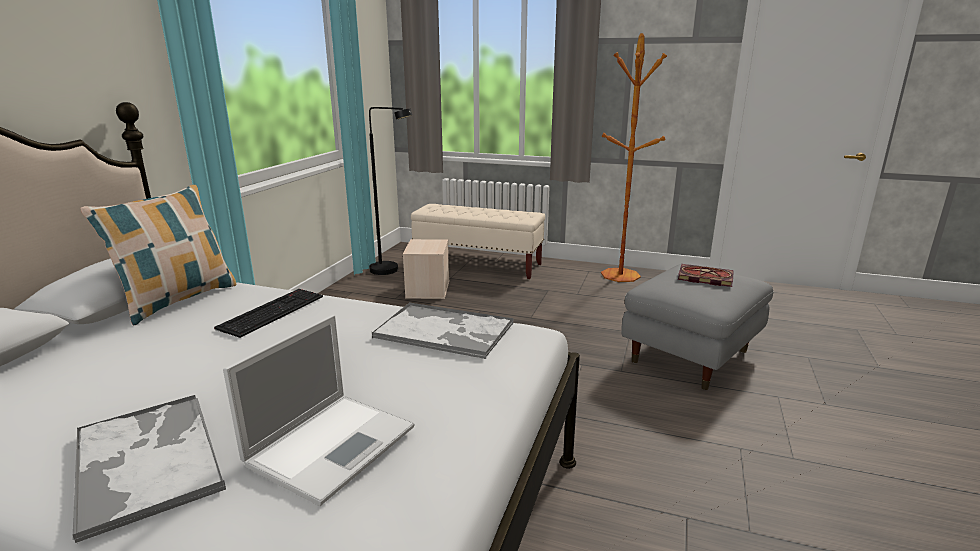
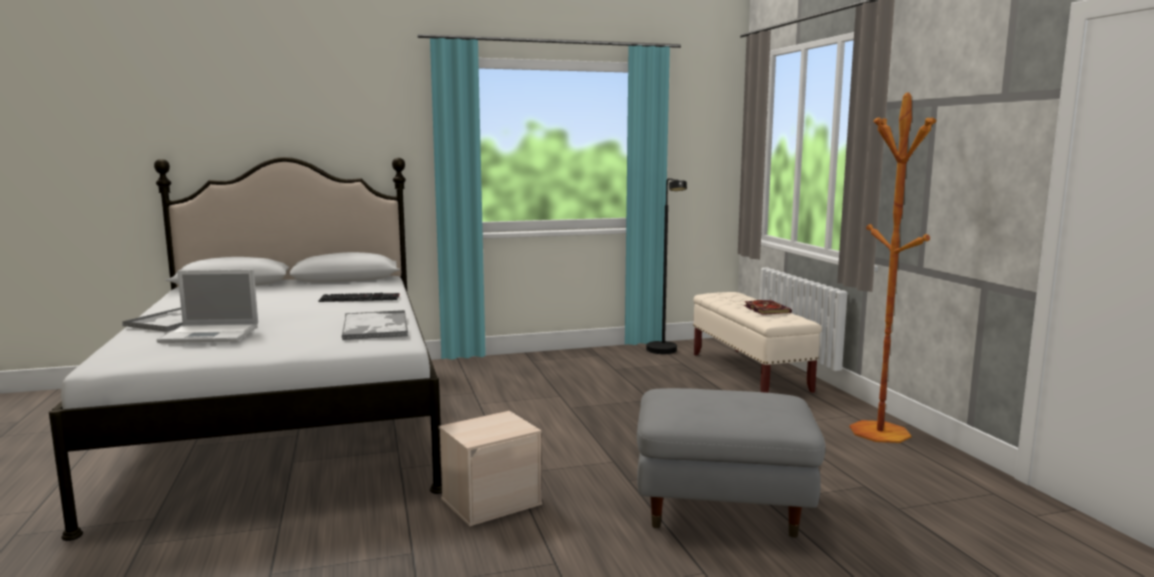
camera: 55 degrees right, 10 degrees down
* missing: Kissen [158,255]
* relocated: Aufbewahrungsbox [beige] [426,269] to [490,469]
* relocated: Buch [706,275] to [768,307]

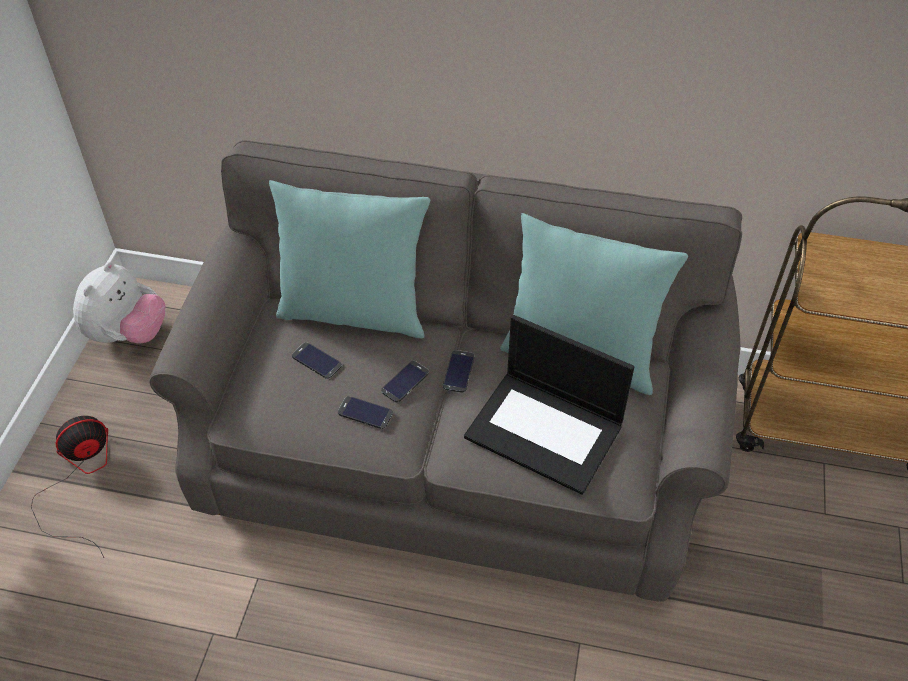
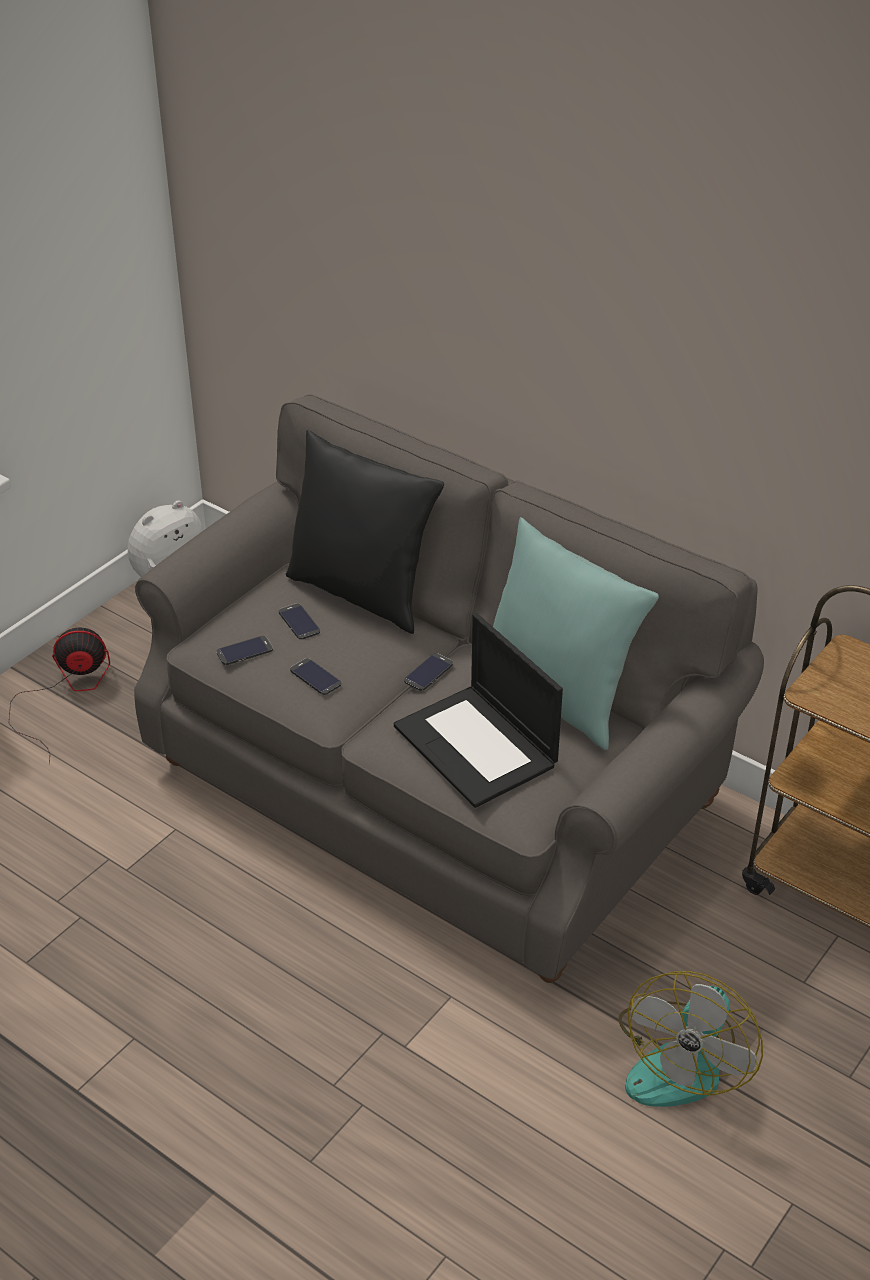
camera: 25 degrees right, 10 degrees down
* appeared: Ventilator [690,1039]
* relocated: Handy [405,381] to [244,650]
* colour: Kissen [türkis] [349,259] to Kissen [schwarz] [365,532]

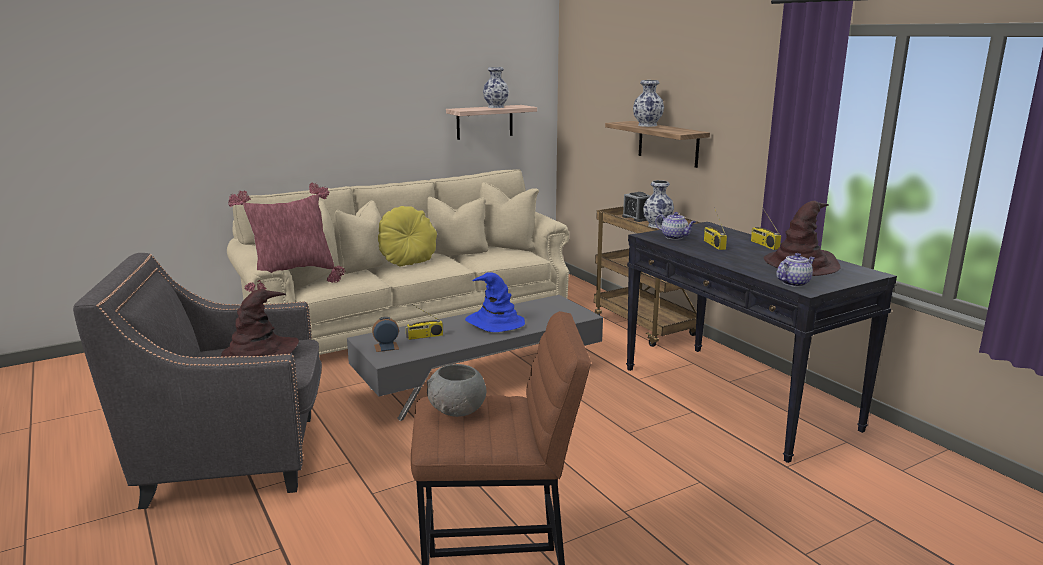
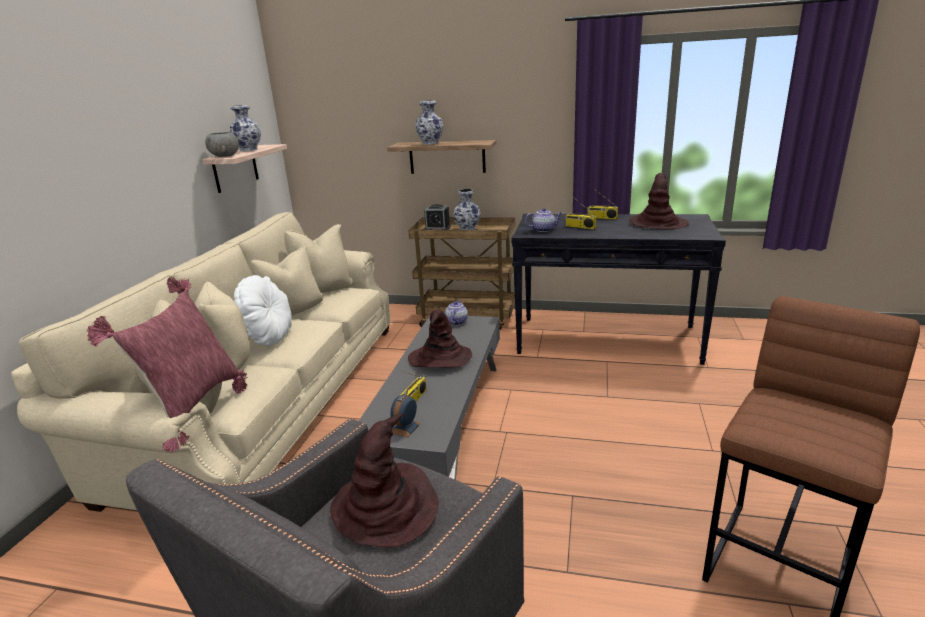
camera: 45 degrees left, 5 degrees up
* relocated: Schüssel [grau] [456,390] to [222,144]
* relocated: Teekanne [795,270] to [456,312]
* colour: Kissen [gelb] [407,236] to Kissen [weiß] [263,310]
* colour: Hut [blau] [495,302] to Hut [braun] [440,338]

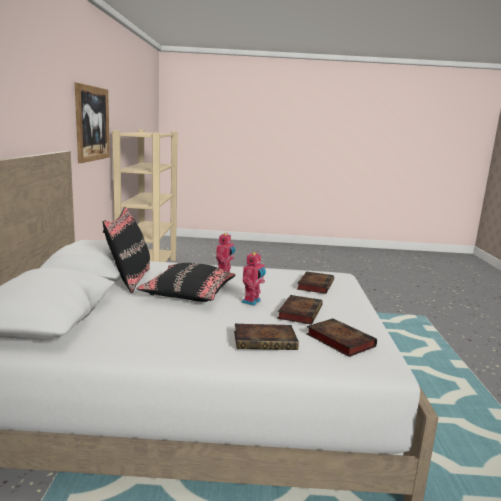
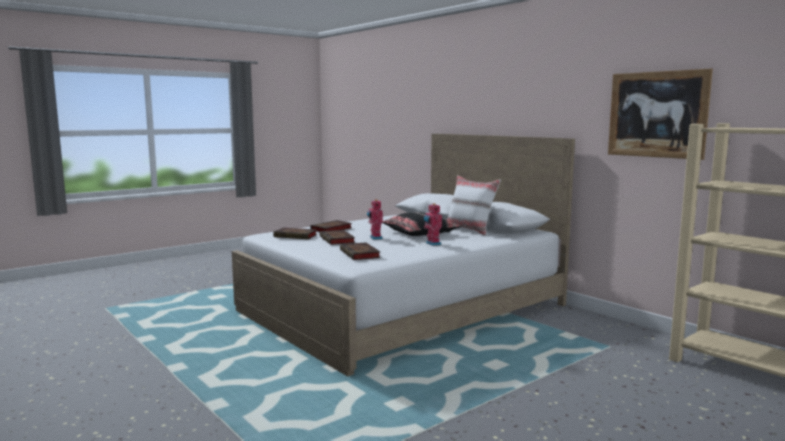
camera: 140 degrees right, 5 degrees down
* colour: Kissen [schwarz] [126,250] to Kissen [weiß] [474,205]

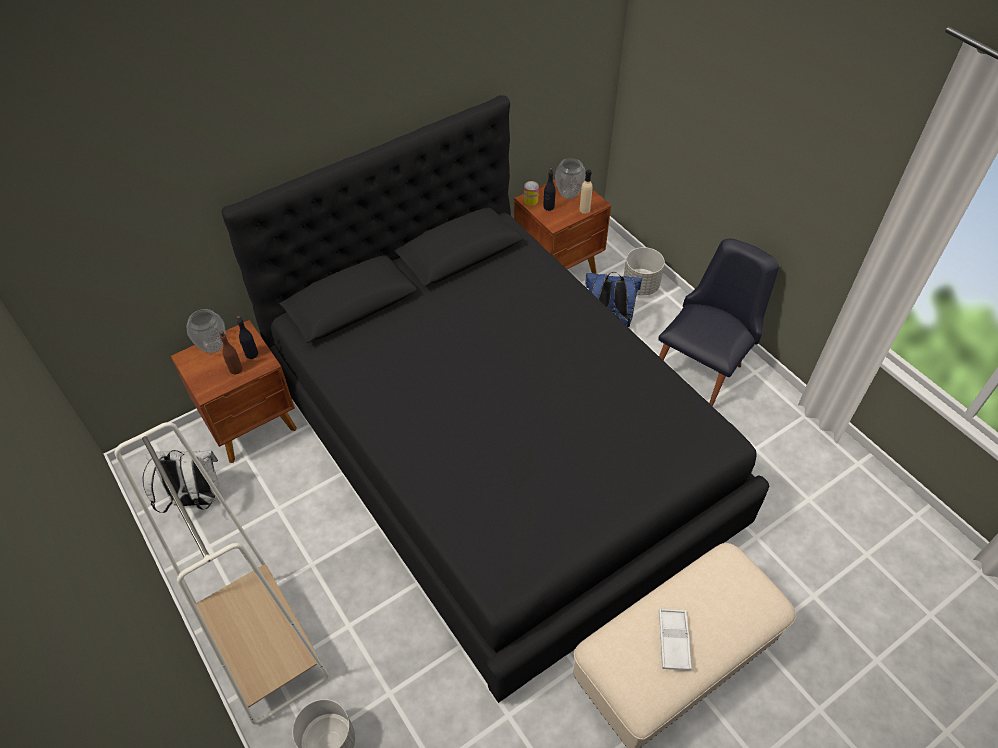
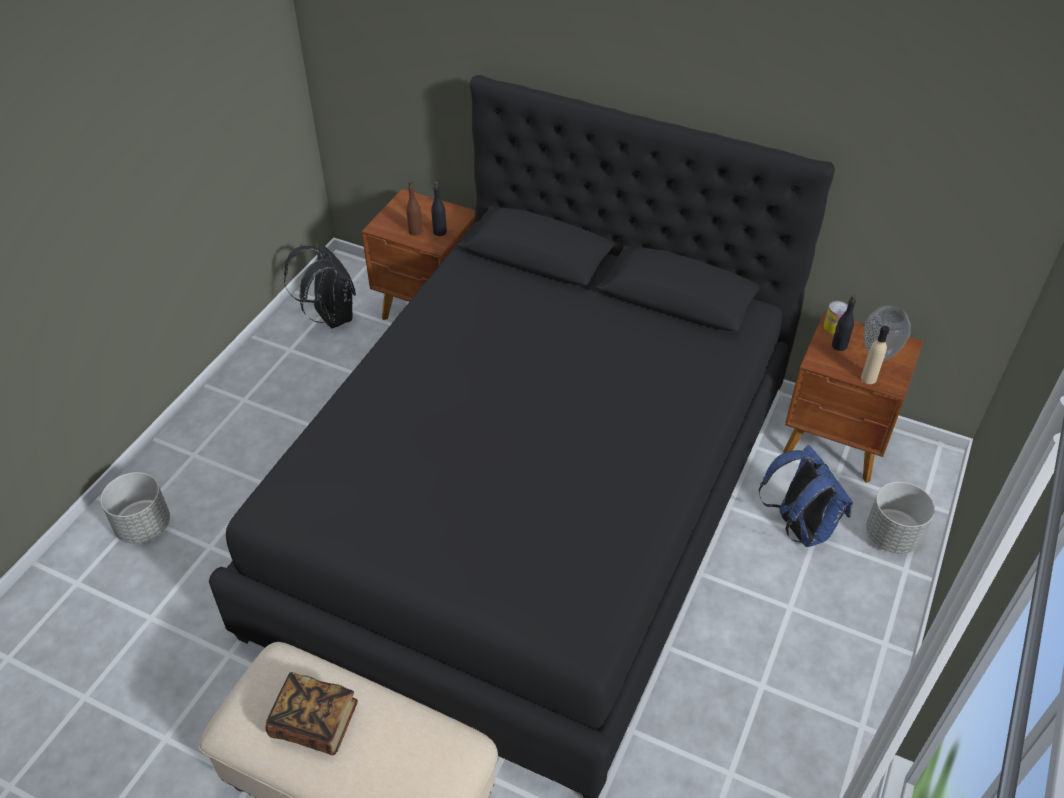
camera: 60 degrees right, 5 degrees down
* missing: Kleiderständer [221,573]
* missing: Vase [206,331]
* missing: Stuhl [schwarz] [718,322]
* exchanged: Tablett [weiß] [675,639] to Buch [312,714]
* colour: Rucksack [weiß] [181,481] to Rucksack [schwarz] [320,286]

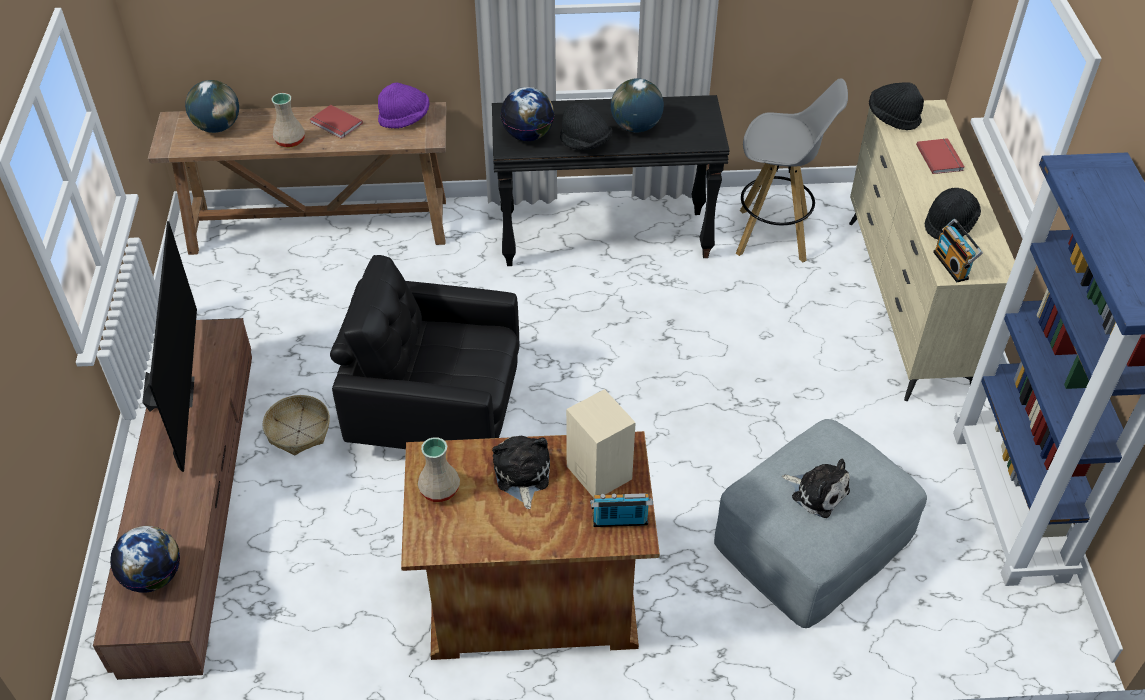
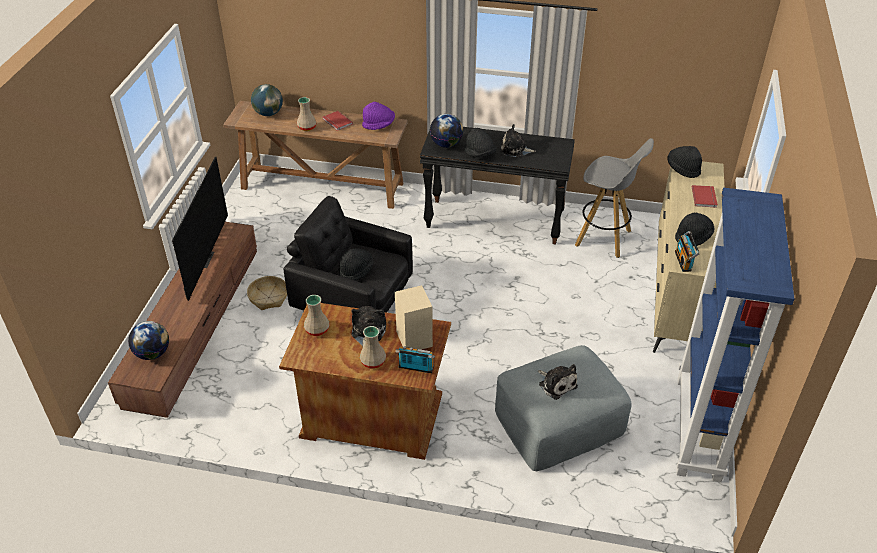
camera: 15 degrees right, 5 degrees down
* appeared: Hut [schwarz] [356,265]
* appeared: Vase [beige] [373,347]
* exchanged: Globus [637,105] to Plüschtier [518,140]

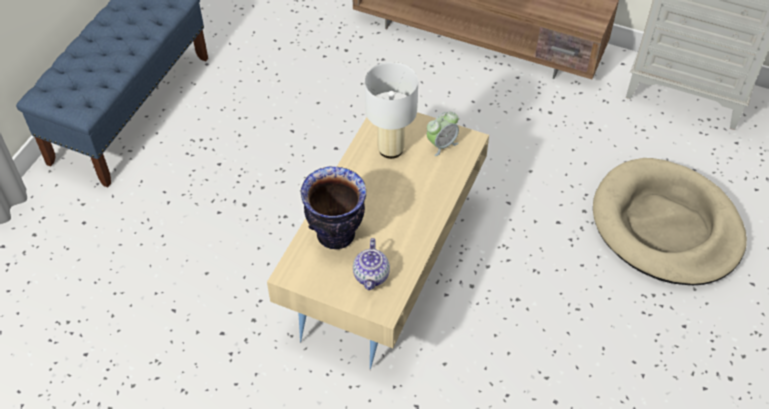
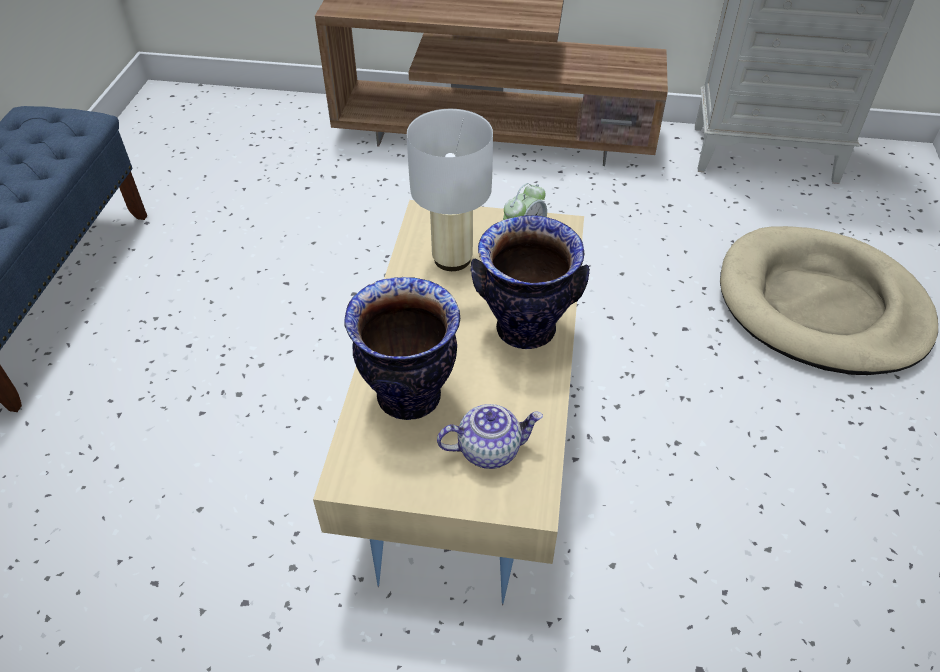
camera: 15 degrees left, 5 degrees down
* appeared: Vase [530,282]
* spun: Teekanne [371,264] = [490,436] 90 degrees counterclockwise

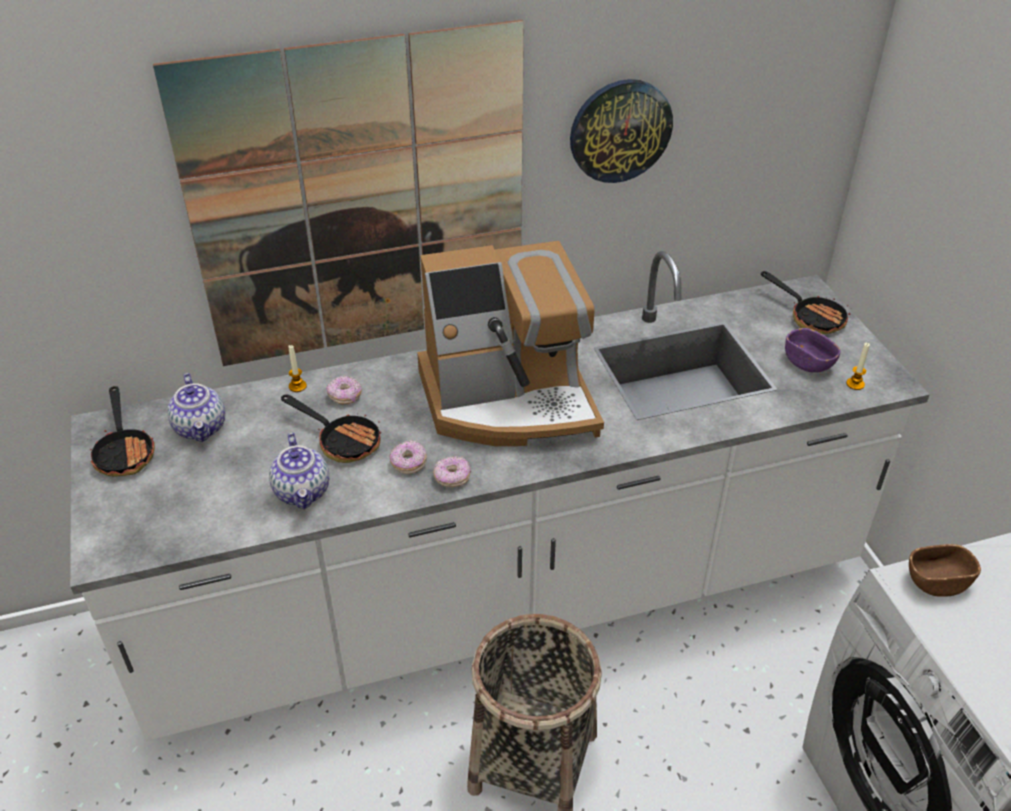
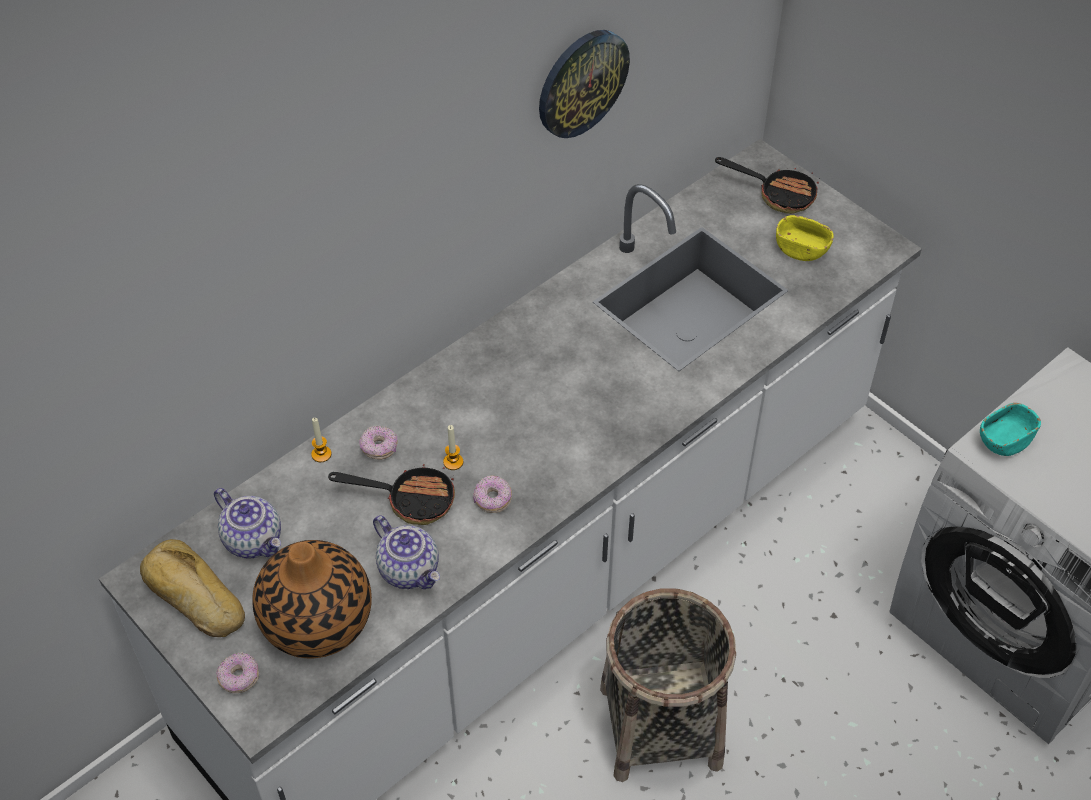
camera: 25 degrees left, 10 degrees up
* missing: Bild [338,193]
* missing: Kaffeemaschine [510,343]
* appeared: Vase [312,599]
* relocated: Donut [452,471] to [237,672]
* relocated: Kerze [858,366] to [453,447]
* exchanged: Pfanne [122,431] to Brot [192,588]
* colour: Schüssel [lila] [813,350] to Schüssel [gelb] [805,238]
* colour: Schüssel [braun] [945,570] to Schüssel [türkis] [1010,429]

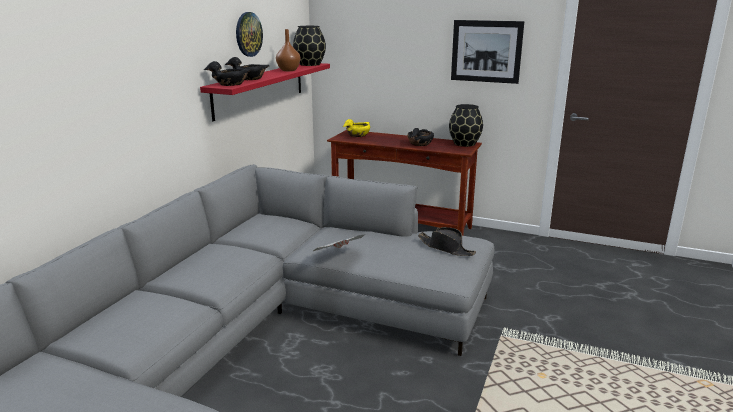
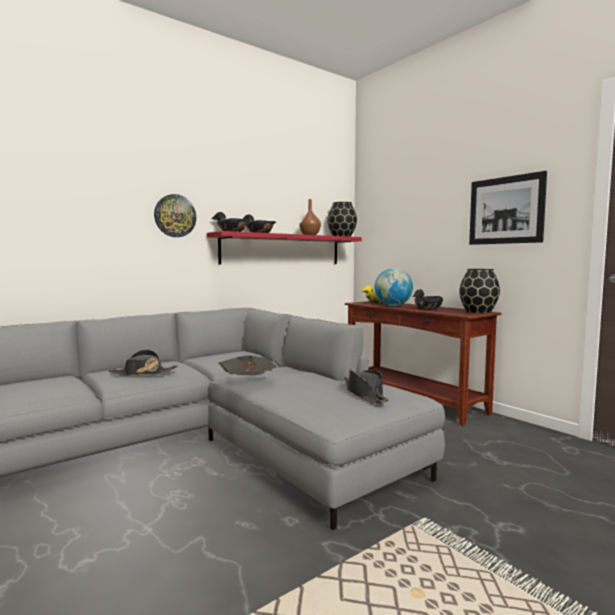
camera: 30 degrees right, 15 degrees down
* appeared: Hut [schwarz] [143,362]
* appeared: Globus [394,287]
* relocated: Wanduhr [249,34] to [175,215]

